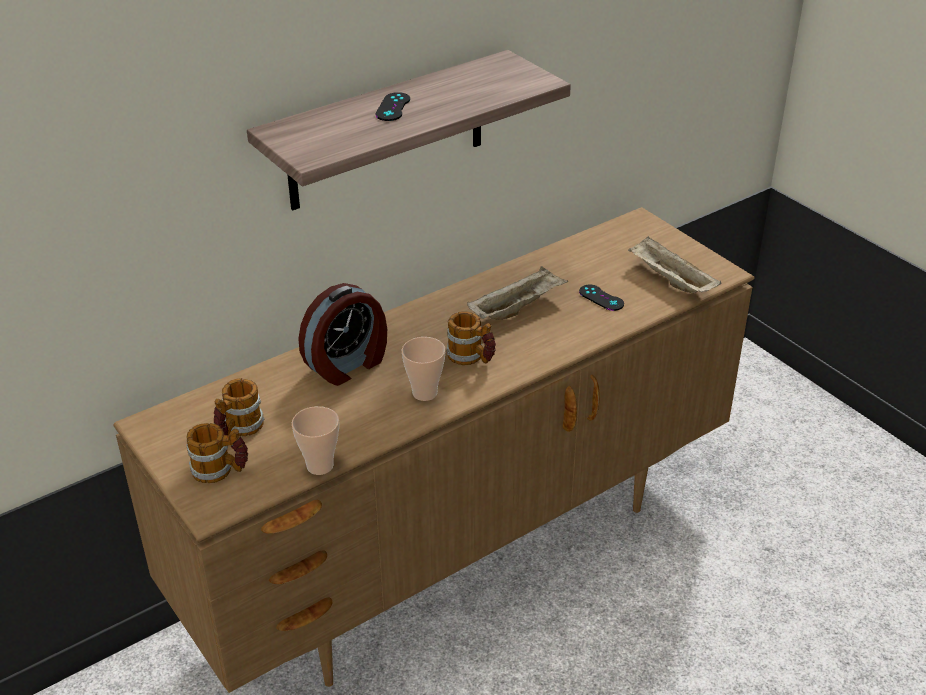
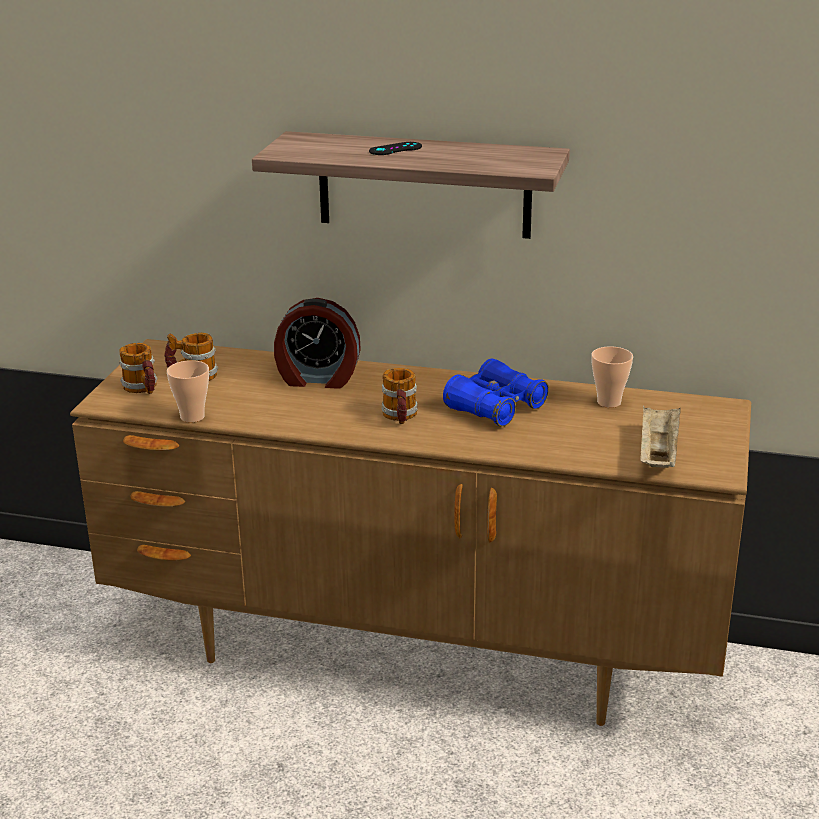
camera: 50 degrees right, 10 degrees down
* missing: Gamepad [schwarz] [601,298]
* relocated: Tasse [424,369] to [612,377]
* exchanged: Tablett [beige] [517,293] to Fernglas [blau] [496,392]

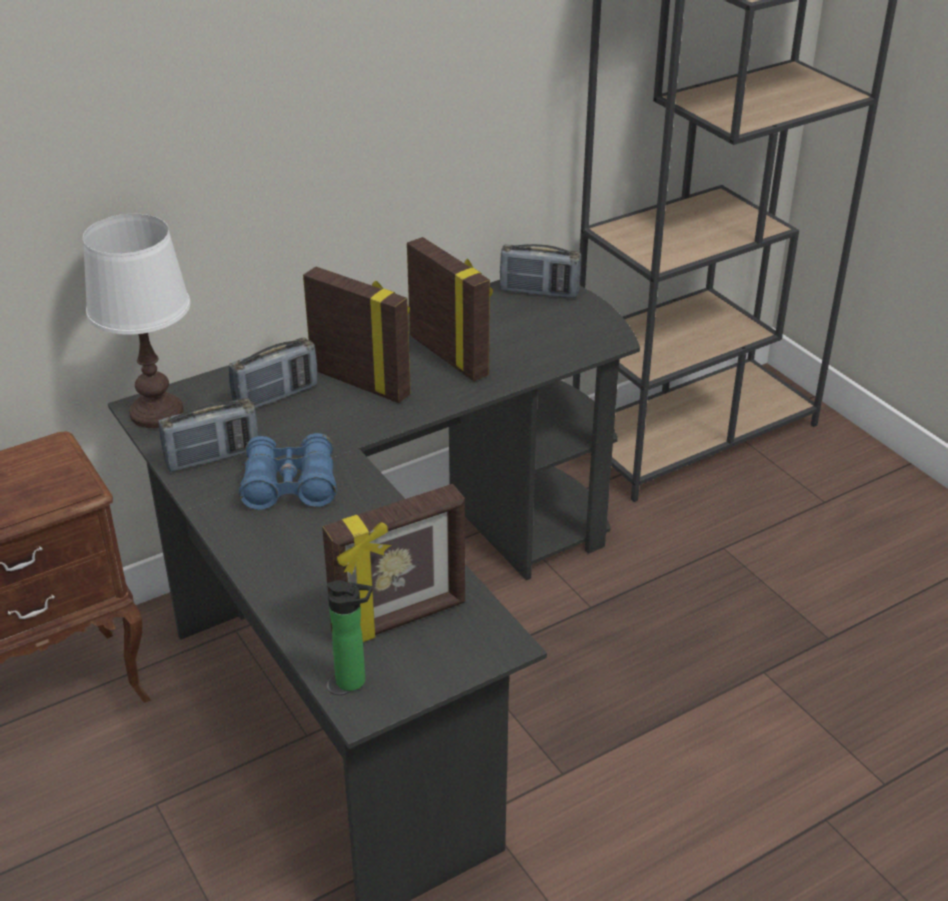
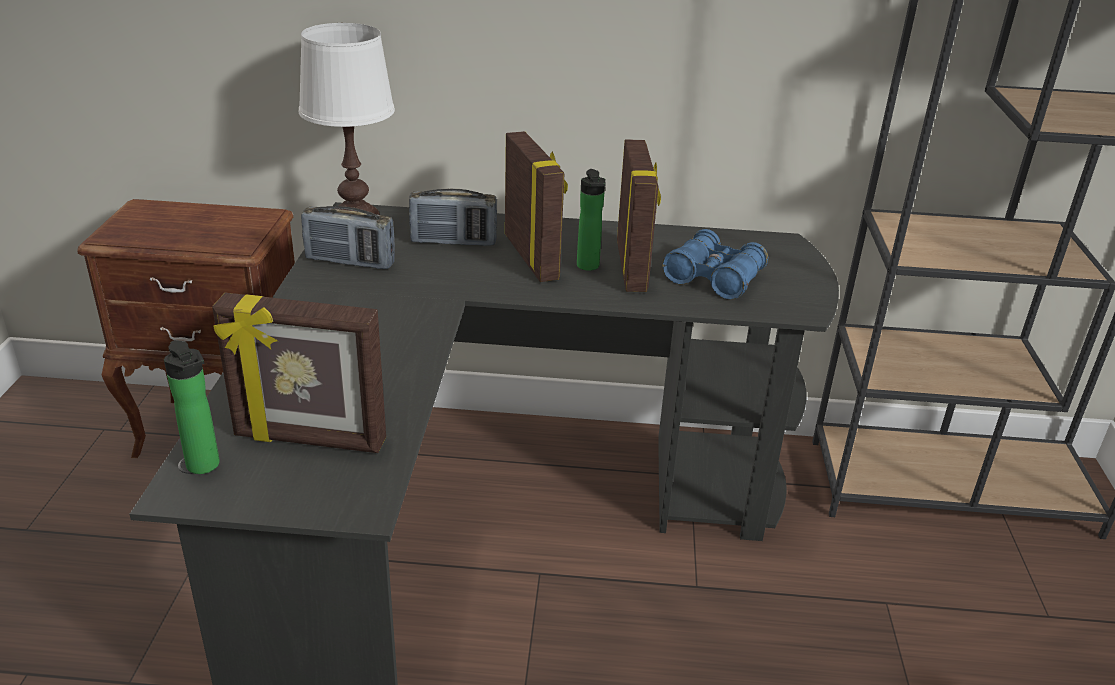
camera: 35 degrees right, 5 degrees down
* missing: Radio [540,271]
* appeared: Flasche [591,220]
* relocated: Fernglas [blau] [288,471] to [715,264]

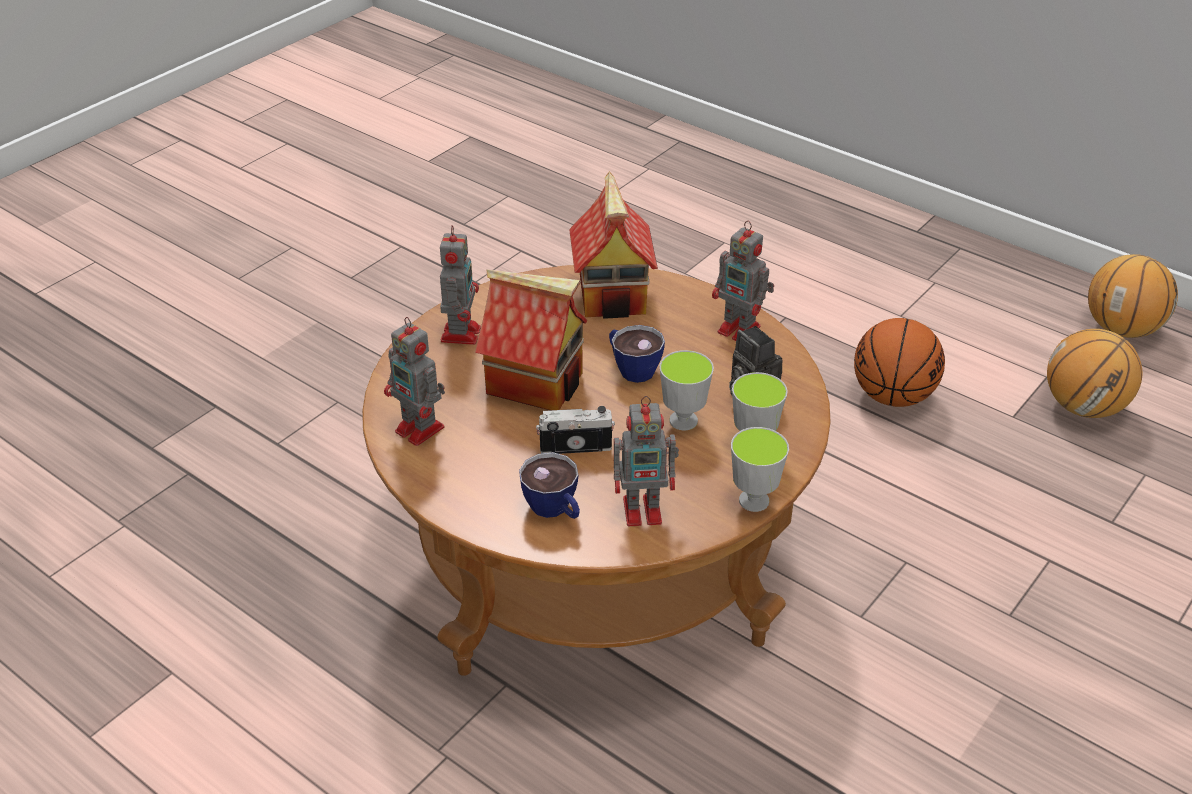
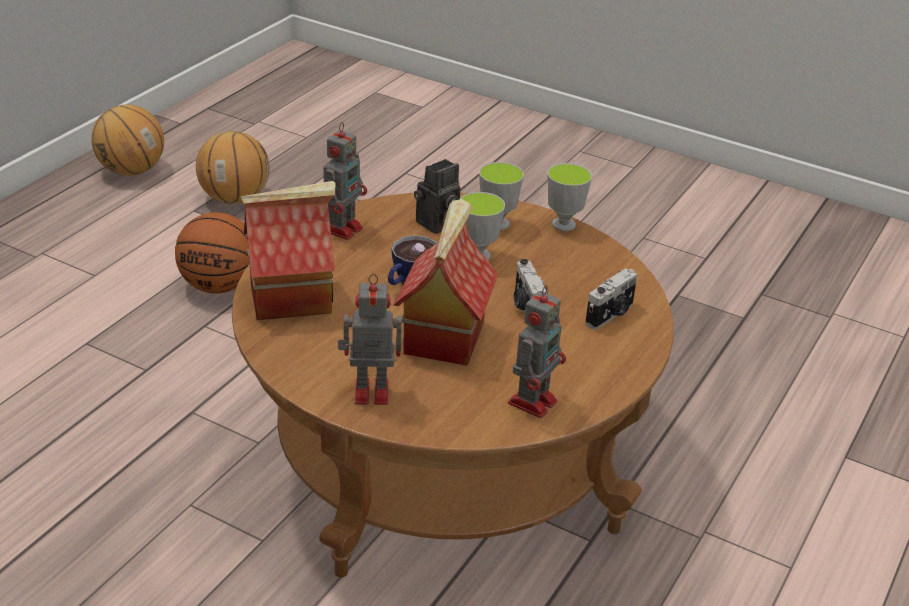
camera: 100 degrees left, 5 degrees down
* missing: Spielzeugroboter [646,461]
* exchanged: Tasse [549,485] to Kamera [611,299]

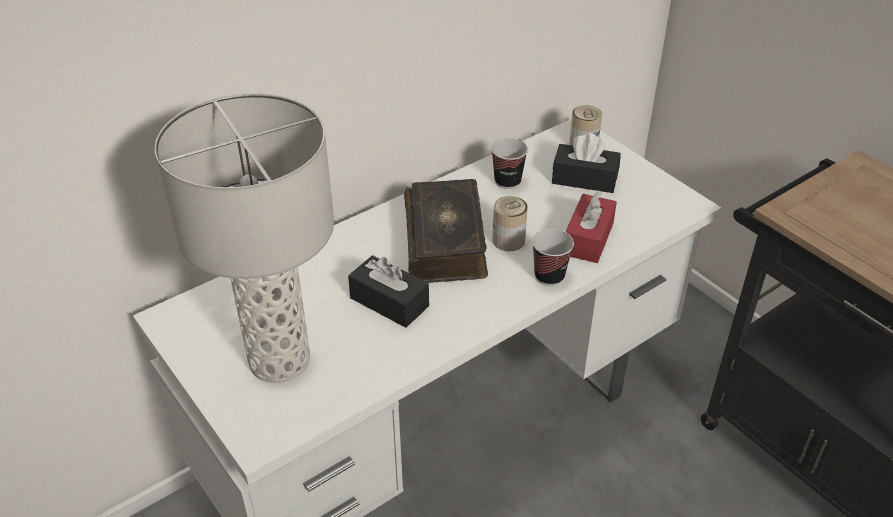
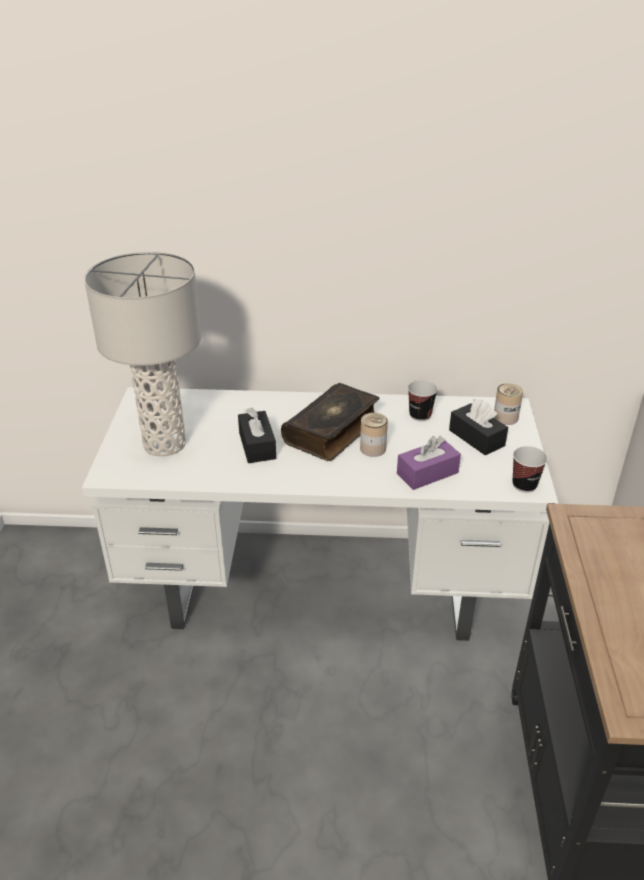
camera: 40 degrees right, 5 degrees down
* relocated: Tasse [553,257] to [530,469]
* colour: Taschentuchbox [rot] [591,226] to Taschentuchbox [lila] [429,463]

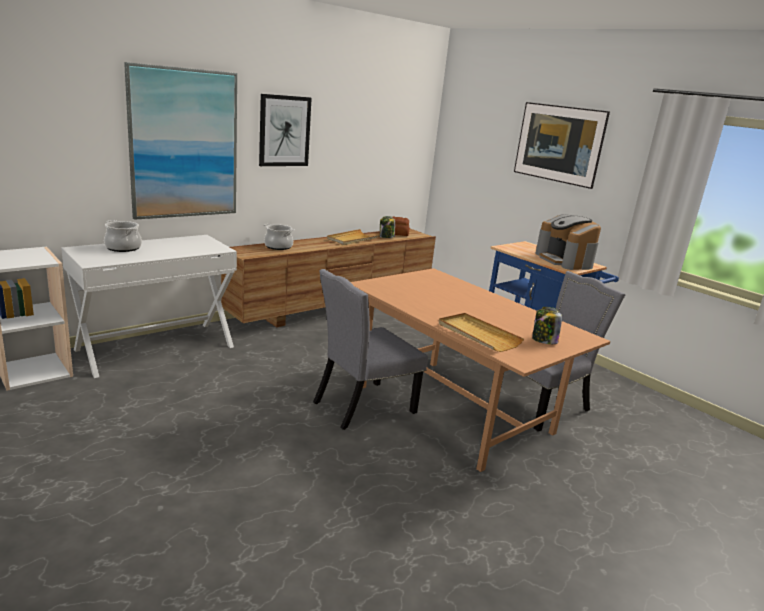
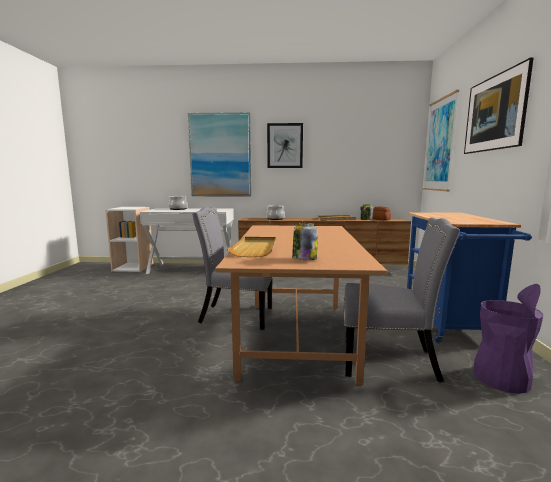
camera: 45 degrees right, 10 degrees down
* missing: Kaffeemaschine [568,242]
* appeared: Bild [441,140]
* appeared: Mülleimer [lila] [508,339]

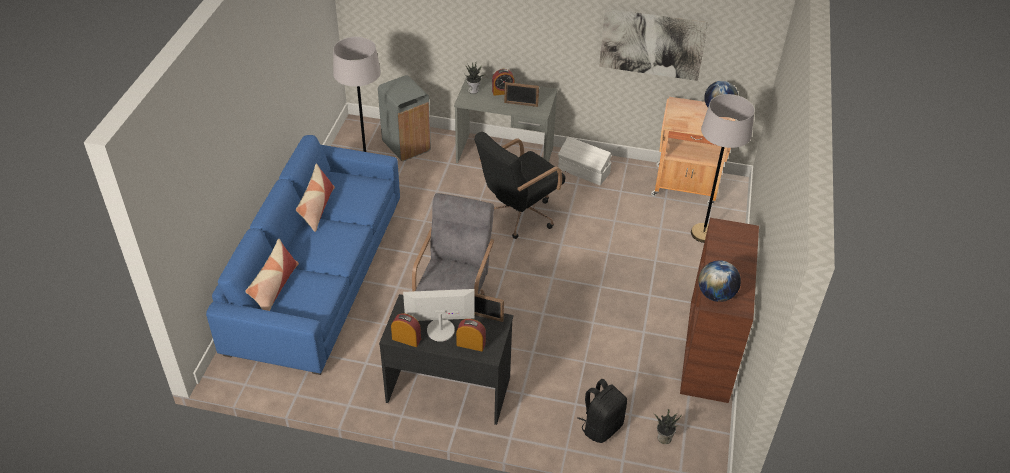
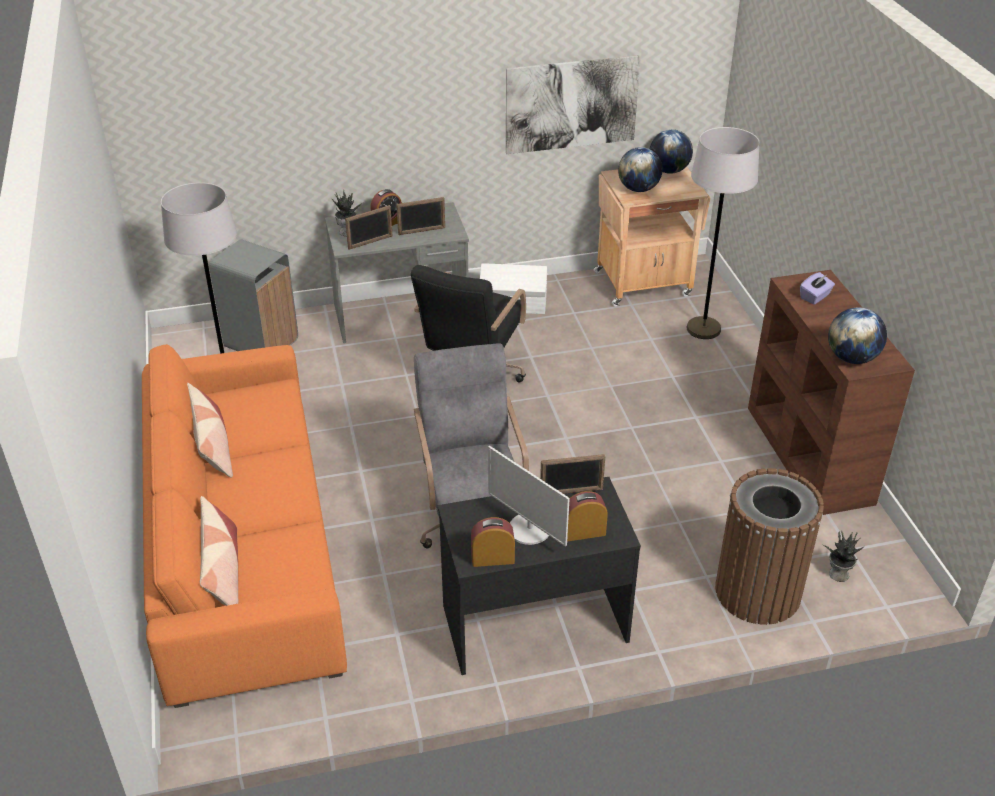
camera: 25 degrees left, 5 degrees down
* appeared: Bilderrahmen [369,227]
* appeared: Globus [640,169]
* appeared: Taschentuchbox [lila] [817,288]
* exchanged: Rucksack [schwarz] [602,411] to Mülleimer [braun] [769,546]
* colour: Sofa [blau] [303,255] to Sofa [orange] [244,526]
* spun: Monitor [439,315] = [529,496] 105 degrees counterclockwise

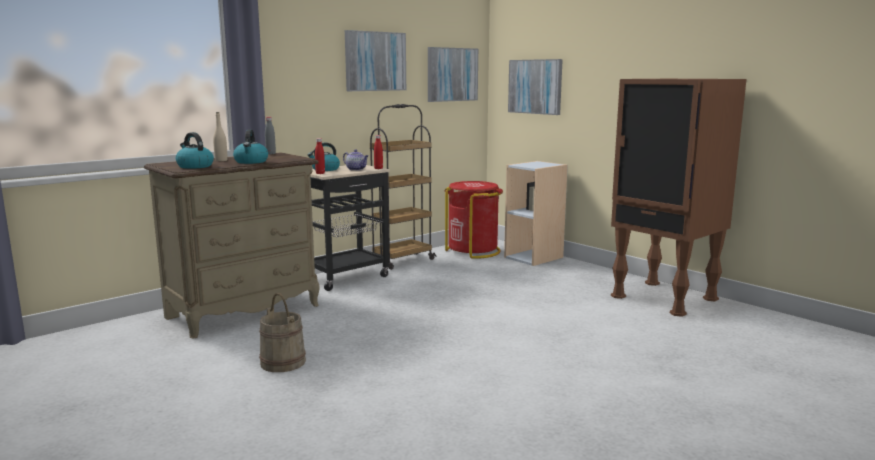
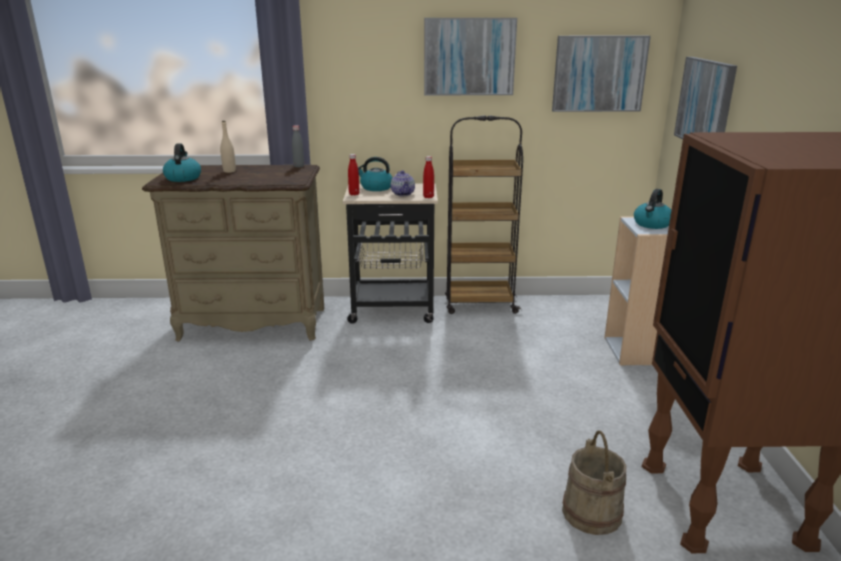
camera: 40 degrees right, 10 degrees up
* missing: Mülleimer [rot] [473,220]
* relocated: Wasserkessel [250,146] to [652,209]
* relocated: Eimer [beige] [282,332] to [594,483]

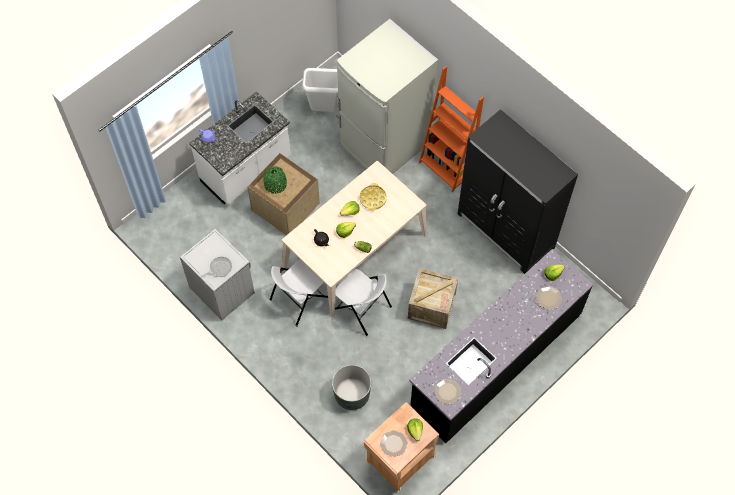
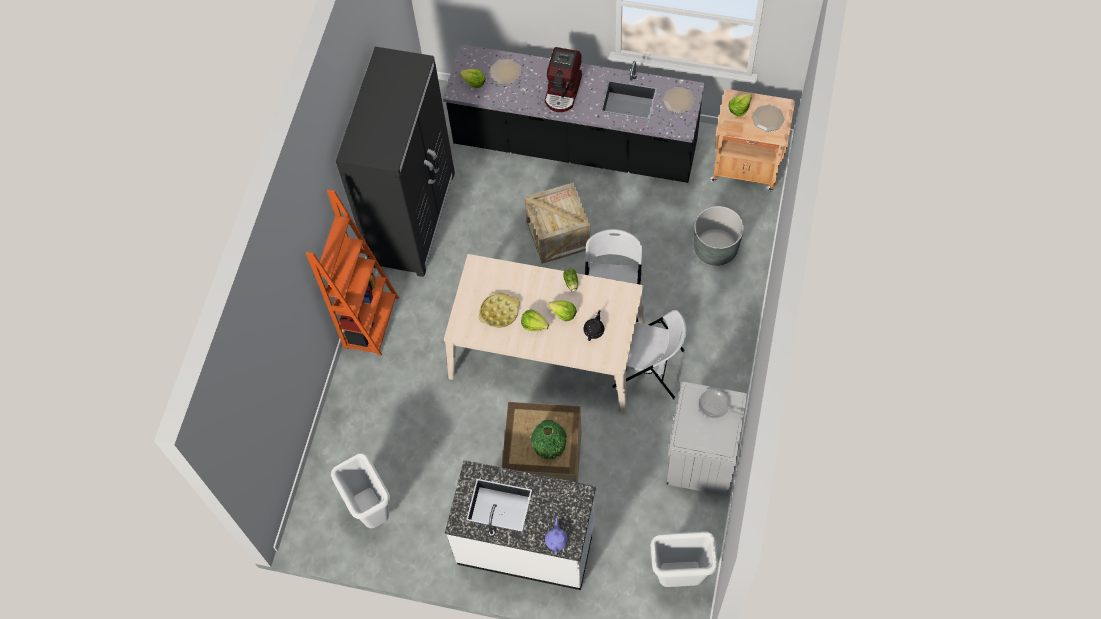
camera: 120 degrees left, 0 degrees up
* missing: Kühlschrank [weiß] [387,96]
* appeared: Kaffeemaschine [563,79]
* appeared: Mülleimer [weiß] [684,559]

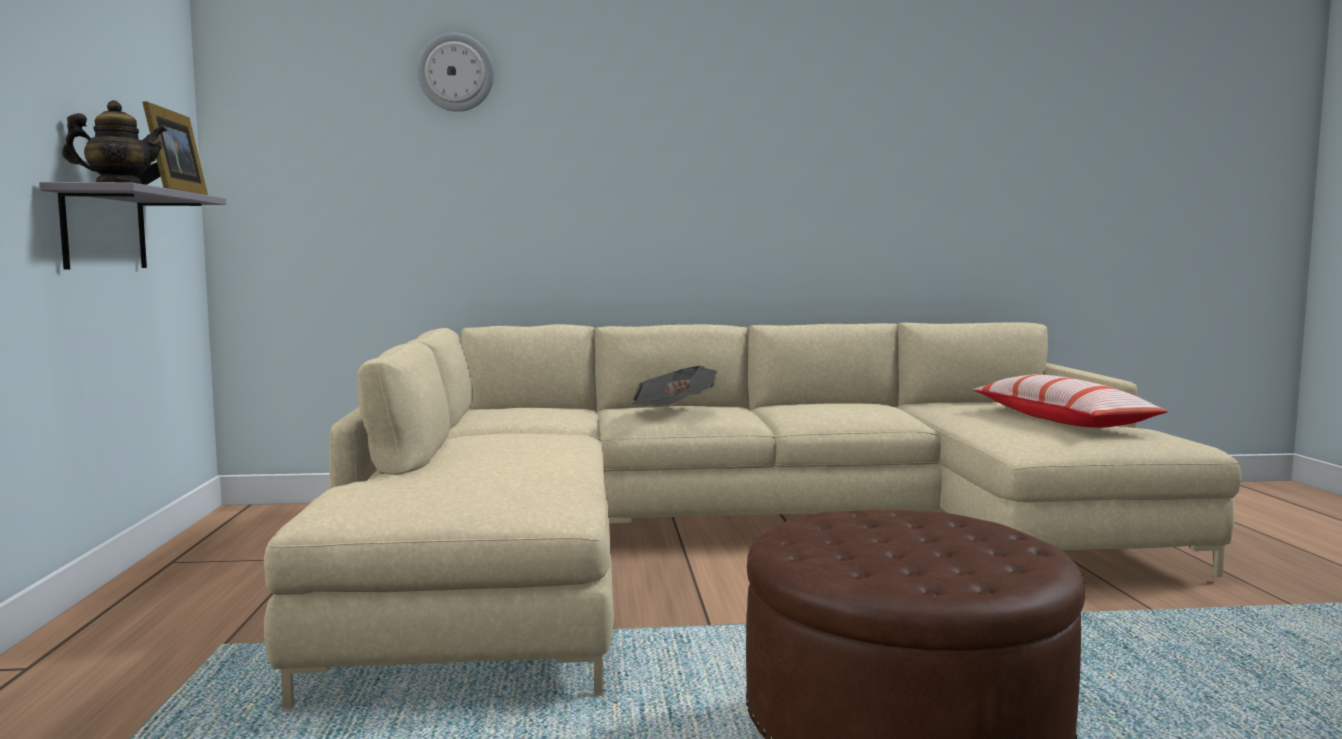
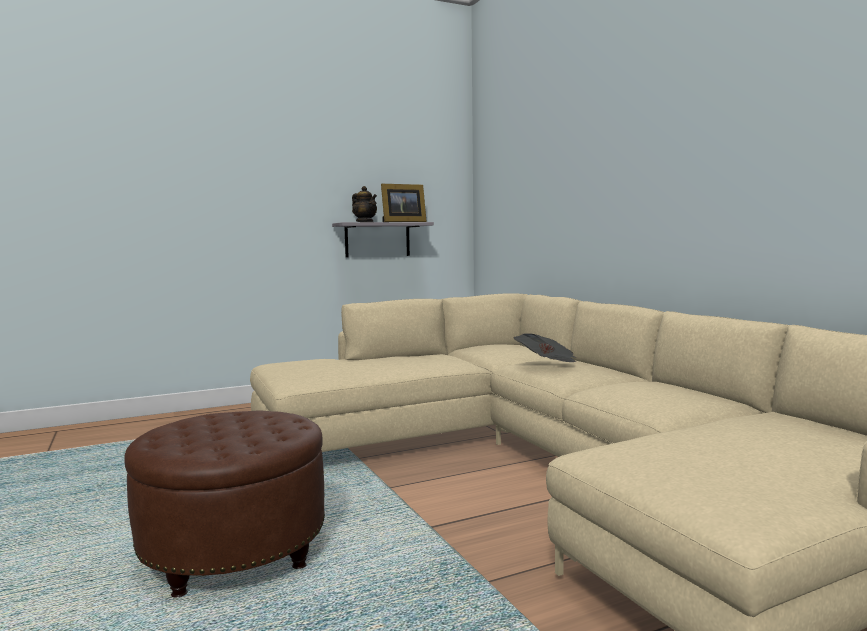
camera: 70 degrees right, 0 degrees up
* missing: Wanduhr [455,72]
* missing: Kissen [1070,401]

